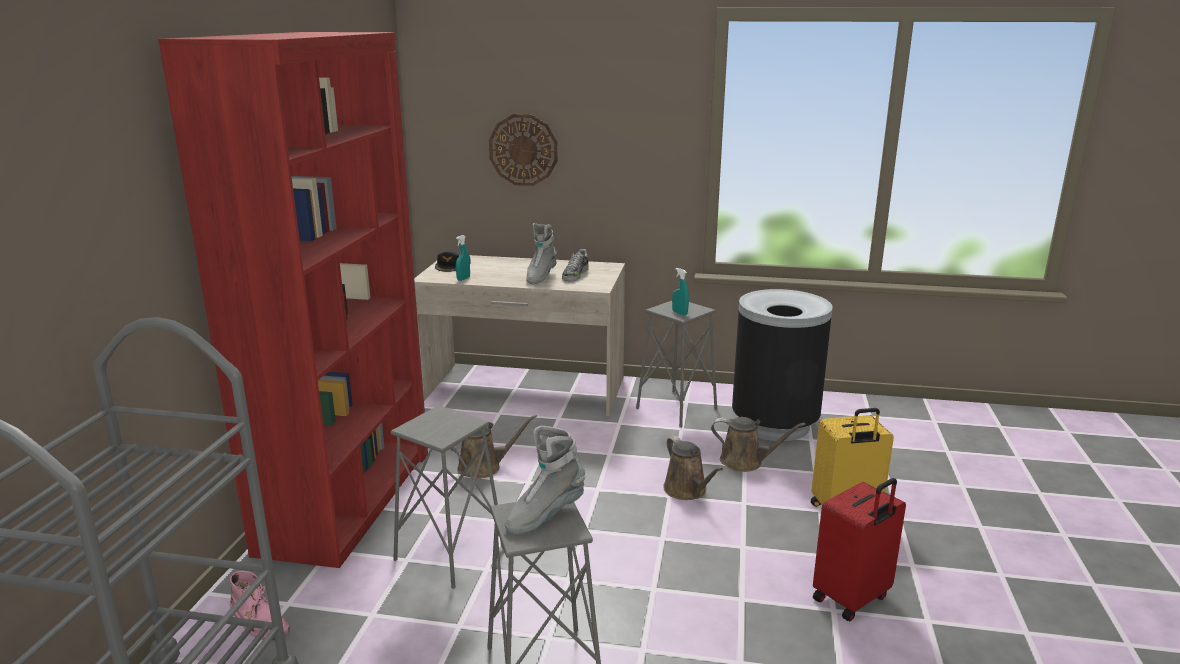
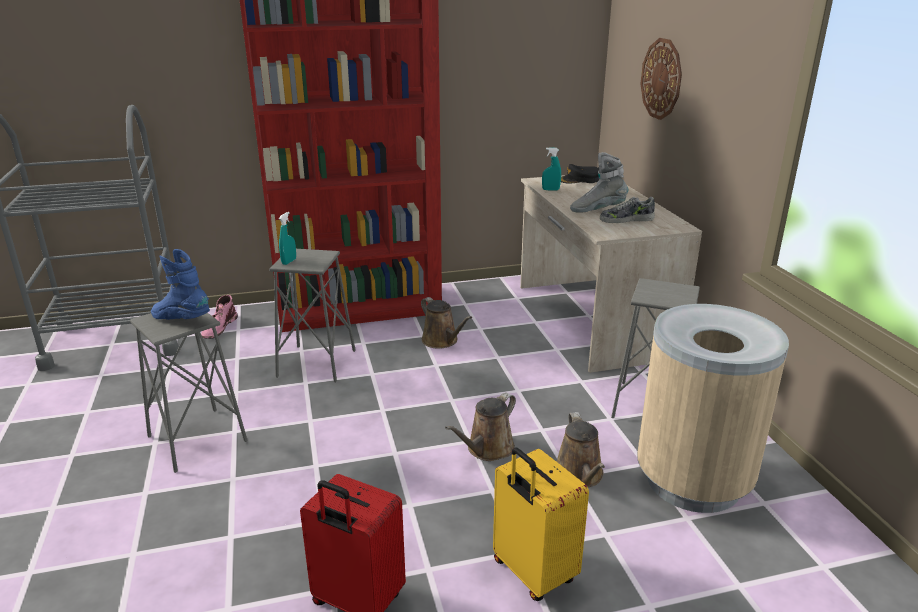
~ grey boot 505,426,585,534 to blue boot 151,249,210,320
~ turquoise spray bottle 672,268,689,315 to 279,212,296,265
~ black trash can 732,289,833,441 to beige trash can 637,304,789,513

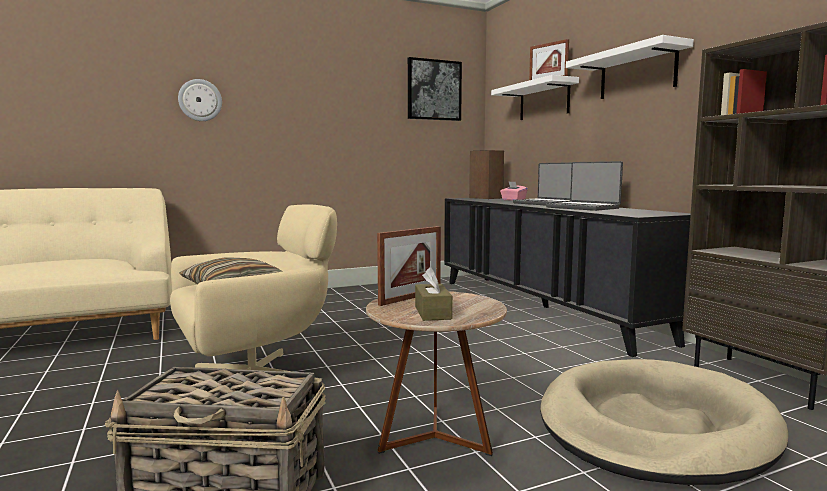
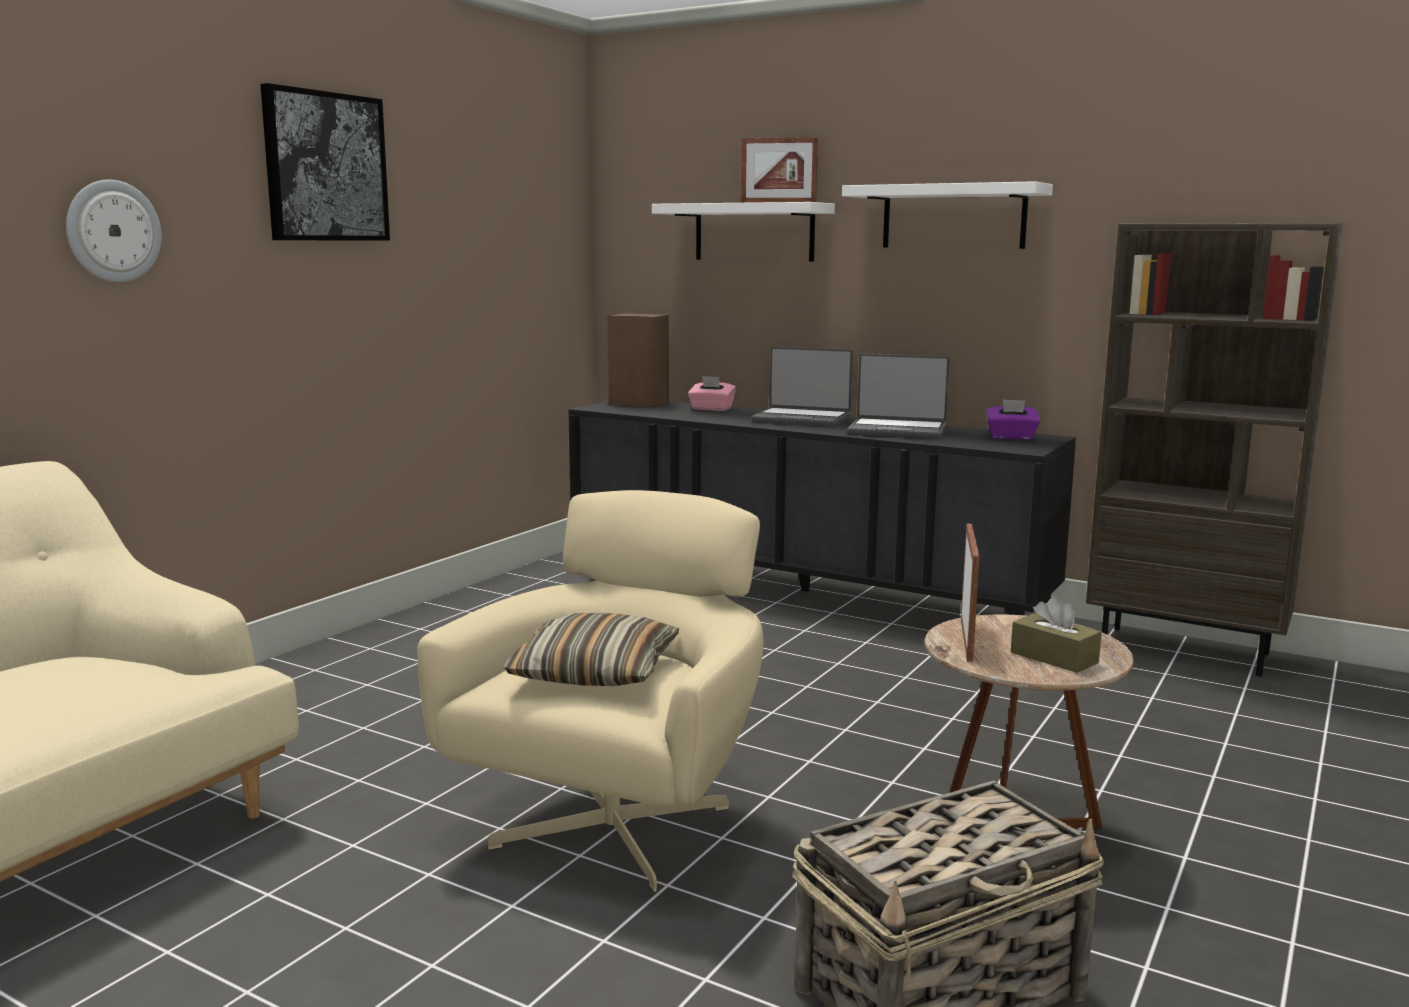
~ picture 408,57,462,121 to 260,83,390,241
- beige dog bed 540,359,789,485
+ purple tissue box 986,399,1040,440

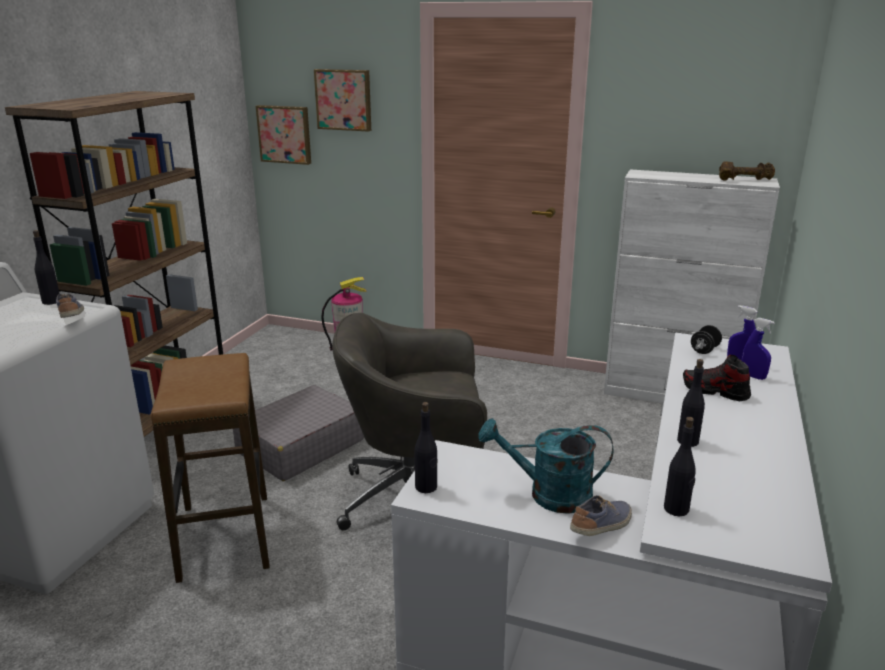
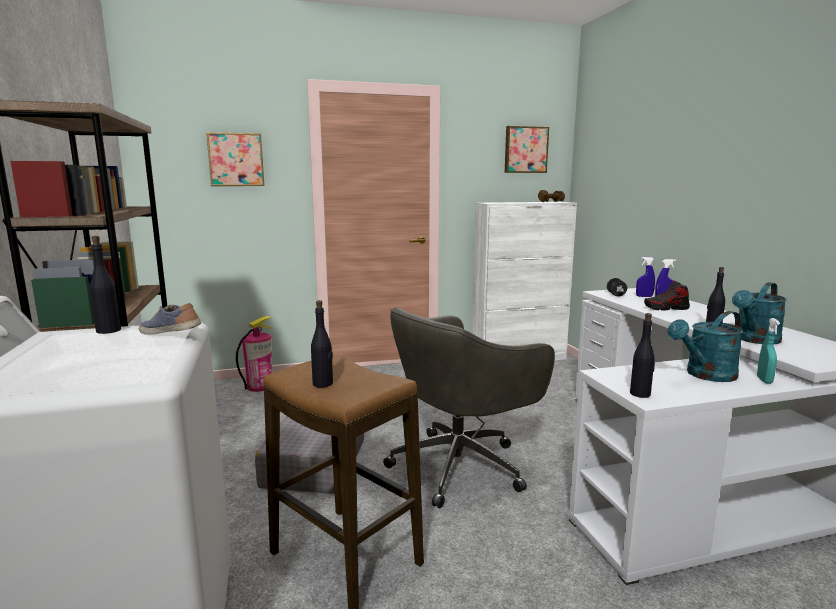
~ picture 256,105,311,165 to 505,126,549,173
~ shoe 570,495,632,536 to turquoise spray bottle 757,318,780,384
~ black bottle 664,417,696,516 to 311,300,333,388
+ turquoise watering can 732,282,787,344

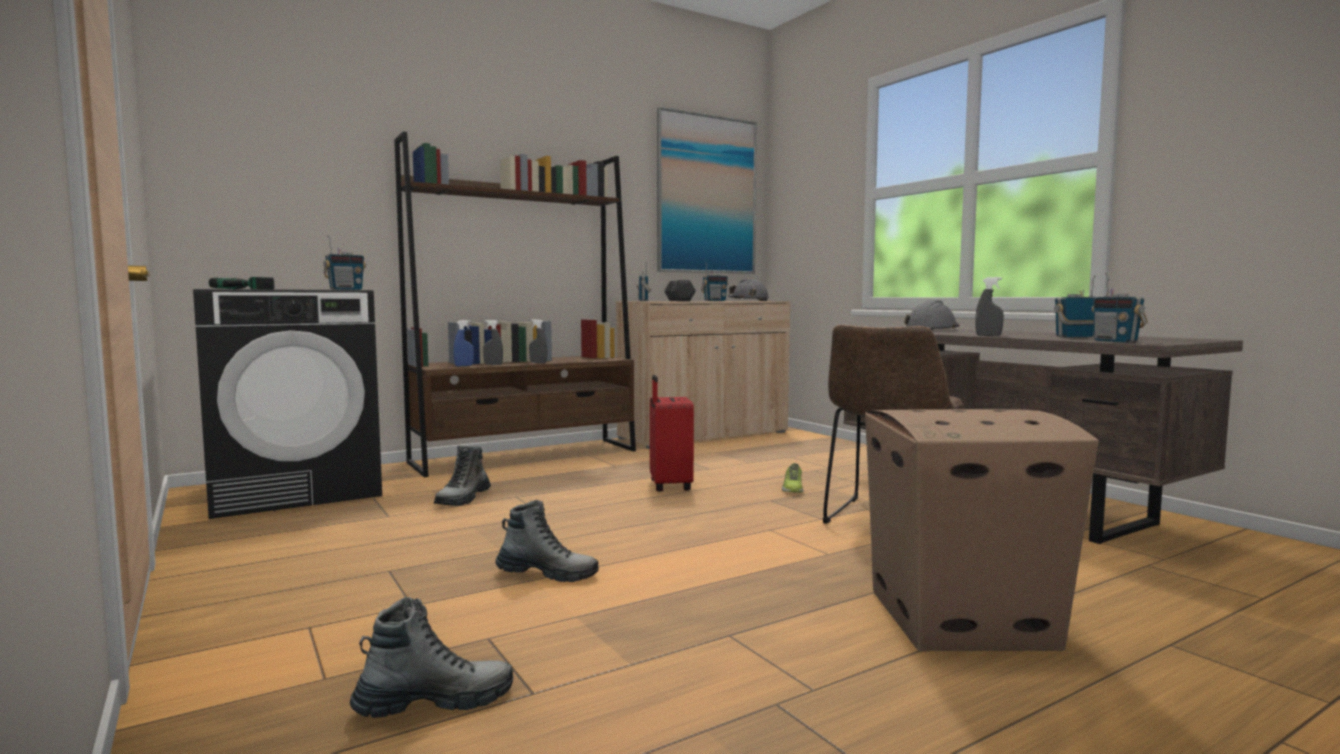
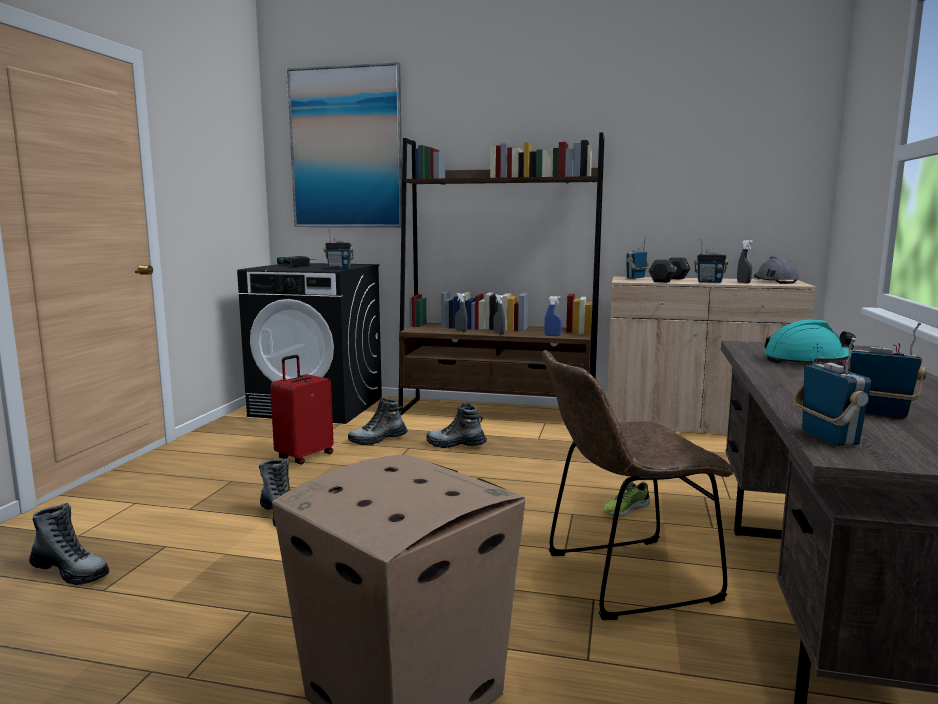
~ blue spray bottle 453,320,474,366 to 544,296,562,336
~ red suitcase 650,375,694,491 to 270,355,334,464
~ picture 657,107,757,274 to 287,62,402,227
~ grey hard hat 904,300,959,331 to turquoise hard hat 764,320,856,364
~ grey spray bottle 975,277,1004,336 to 737,240,752,283
~ radio 1092,273,1148,343 = 793,338,871,446 150 degrees clockwise
+ boot 426,403,487,448

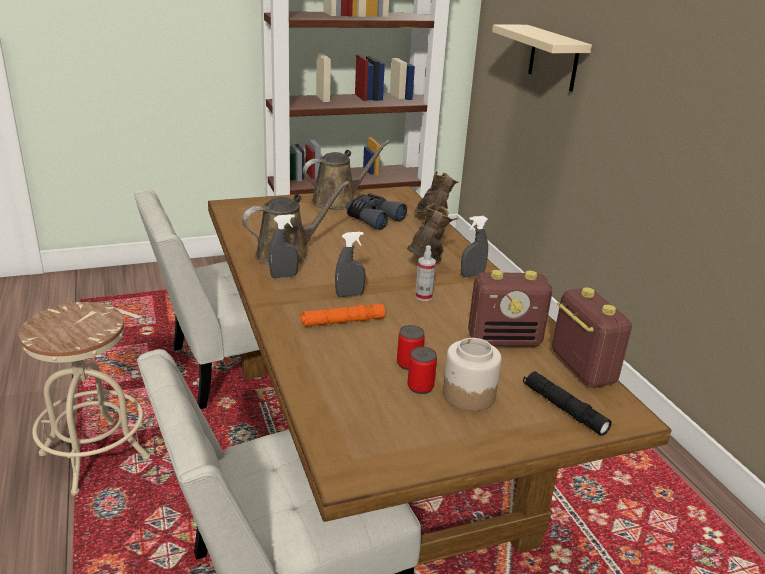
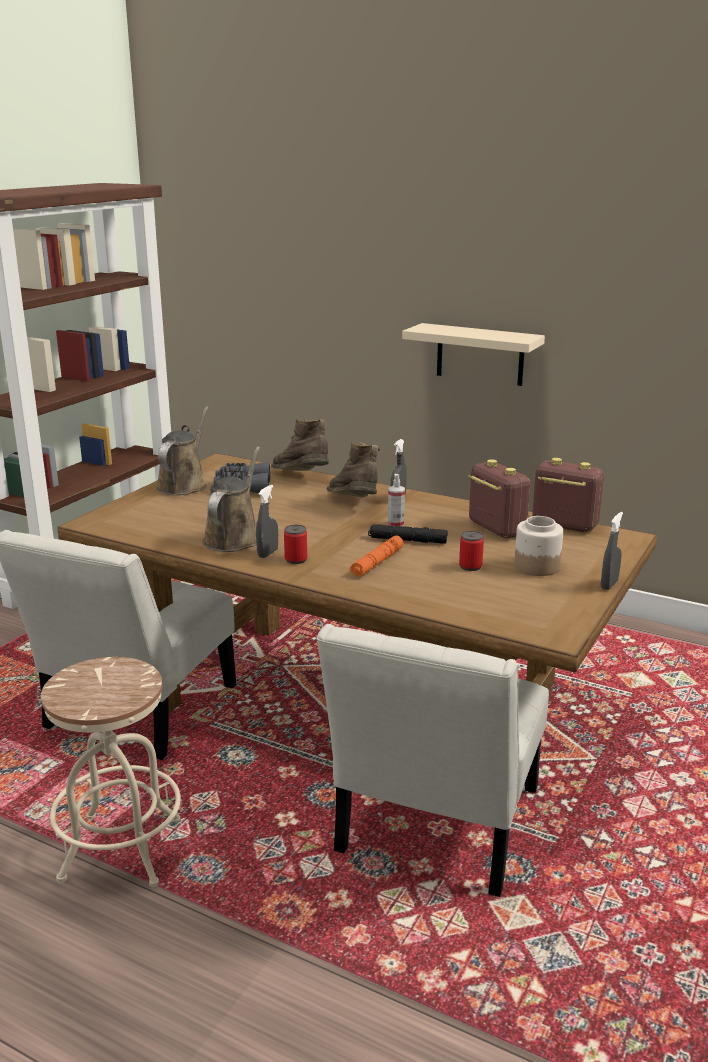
~ grey spray bottle 335,232,366,297 to 601,512,623,590
~ can 407,347,437,394 to 284,525,307,564
~ radio 468,270,552,347 = 468,459,531,539 75 degrees counterclockwise
~ beige shelf 492,25,592,92 to 402,323,545,386
~ black flashlight 523,372,612,436 to 368,524,448,544

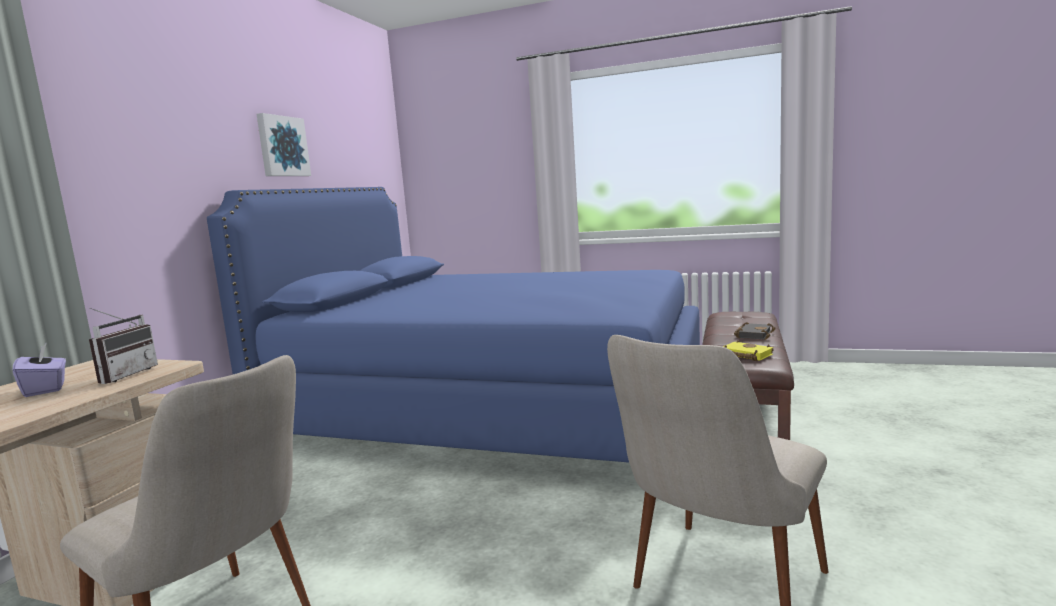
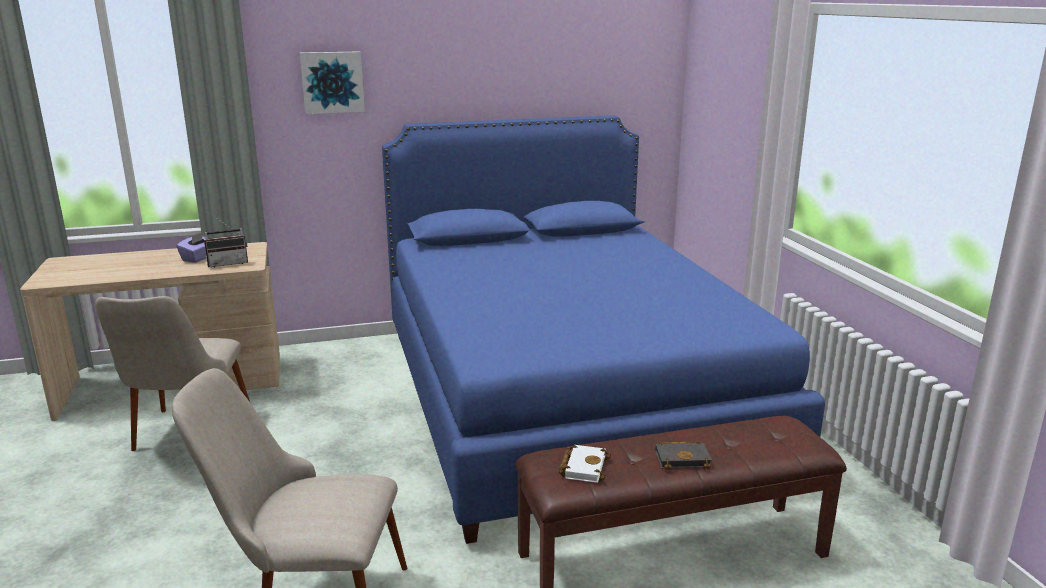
~ picture 257,113,311,176 to 300,51,365,114
~ yellow book 723,340,774,361 to white book 559,445,611,483

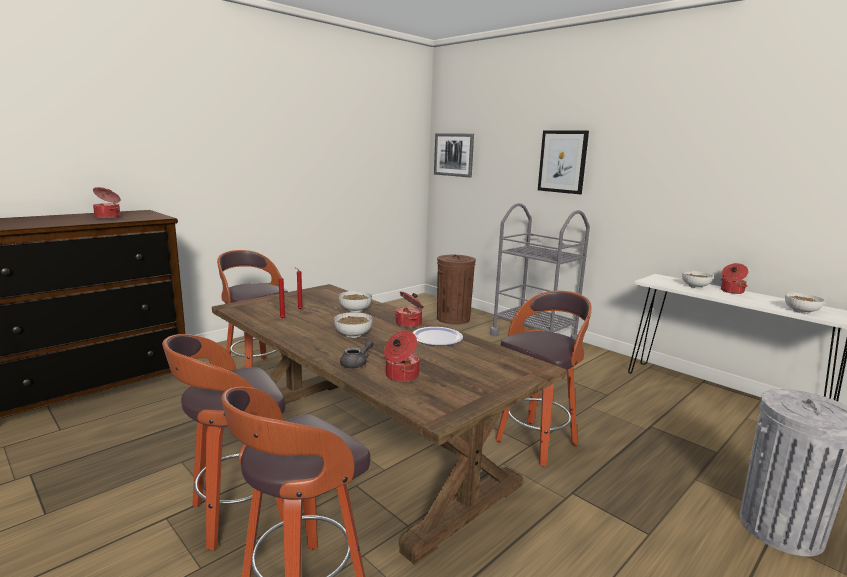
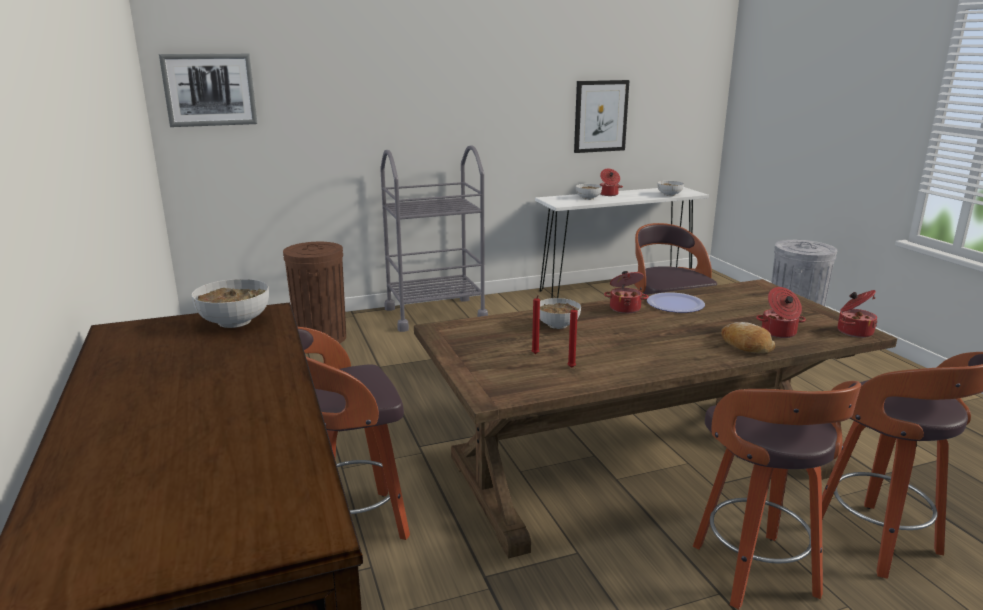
~ cooking pot 93,187,120,219 to 838,290,877,338
~ bowl 334,312,372,338 to 191,279,269,328
~ grey teapot 340,340,374,368 to bread 721,322,775,354
~ picture 538,130,589,194 to 574,80,629,153

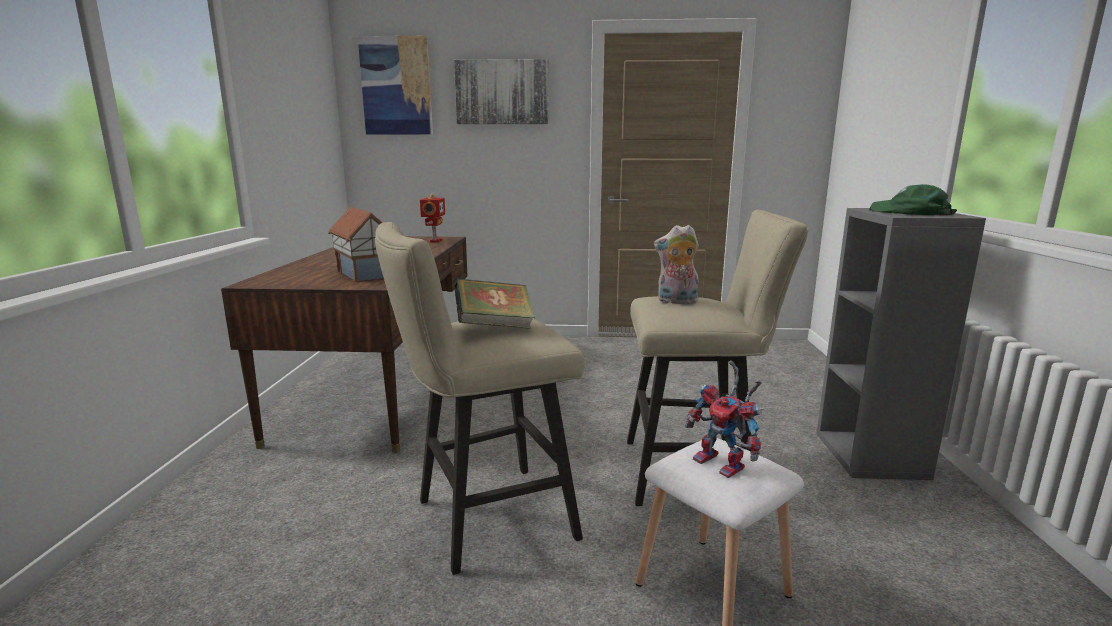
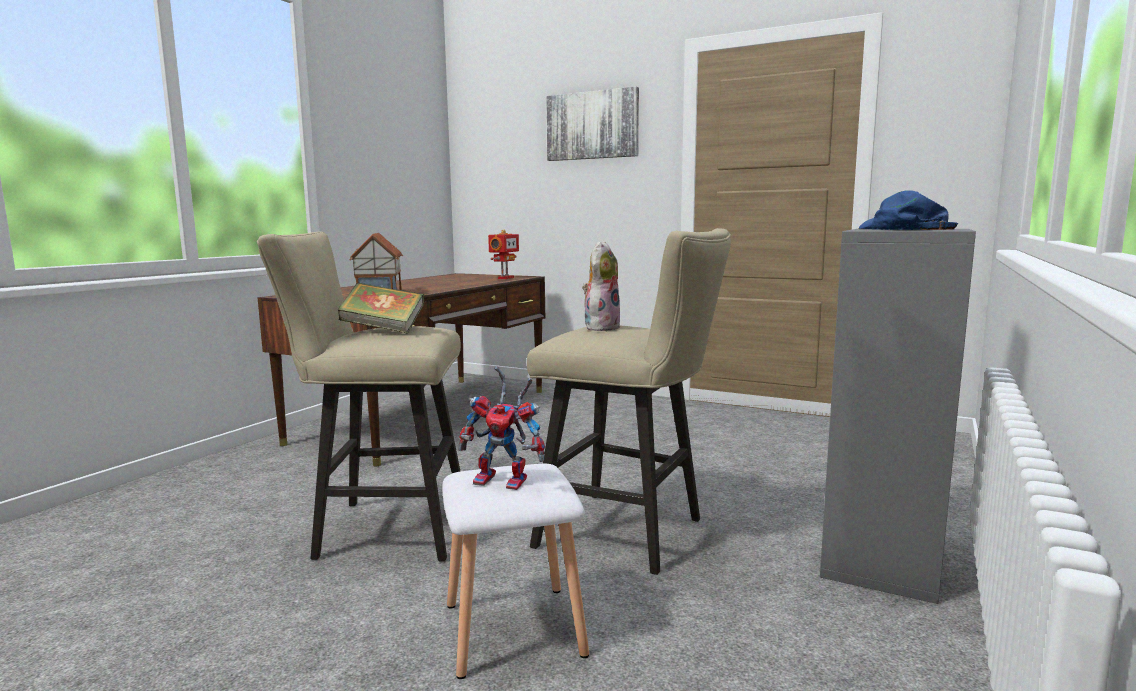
- picture 358,36,433,135
~ plush toy 654,225,699,304 = 582,241,620,331 90 degrees clockwise
~ toy robot 685,360,764,478 = 458,366,545,490 60 degrees counterclockwise
~ green cap 869,184,957,216 to blue cap 859,190,958,230

